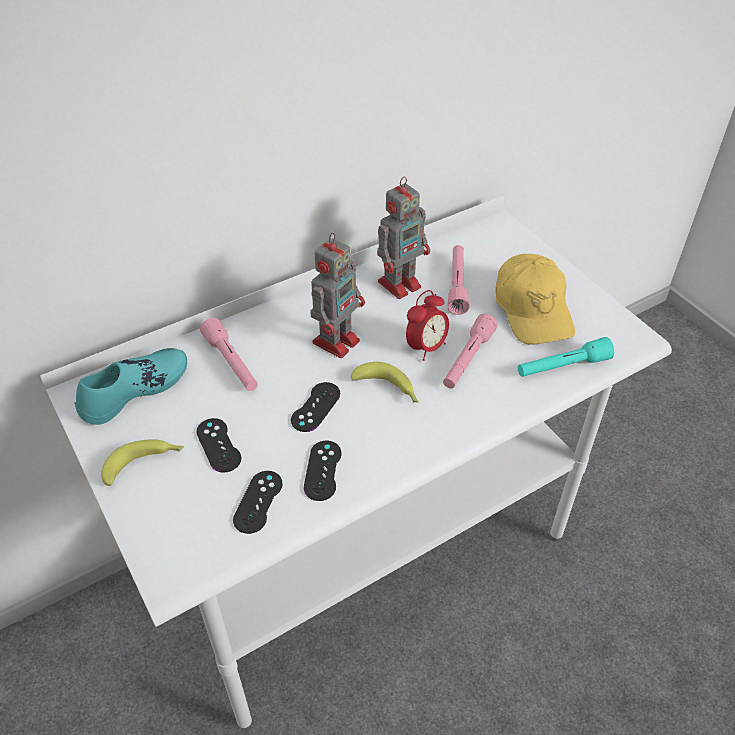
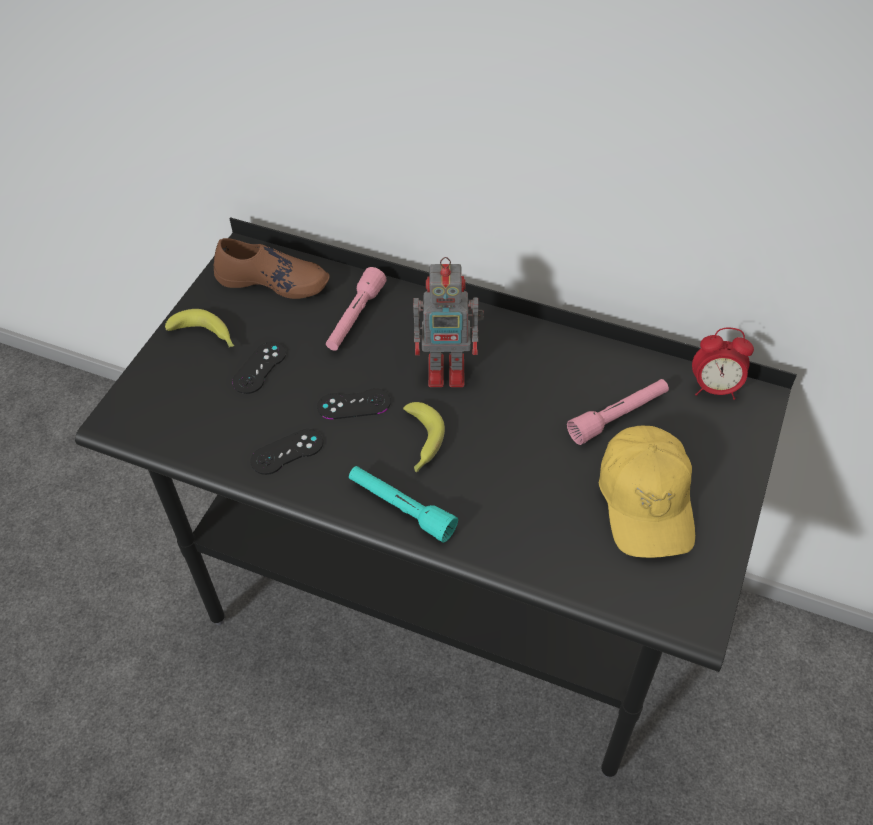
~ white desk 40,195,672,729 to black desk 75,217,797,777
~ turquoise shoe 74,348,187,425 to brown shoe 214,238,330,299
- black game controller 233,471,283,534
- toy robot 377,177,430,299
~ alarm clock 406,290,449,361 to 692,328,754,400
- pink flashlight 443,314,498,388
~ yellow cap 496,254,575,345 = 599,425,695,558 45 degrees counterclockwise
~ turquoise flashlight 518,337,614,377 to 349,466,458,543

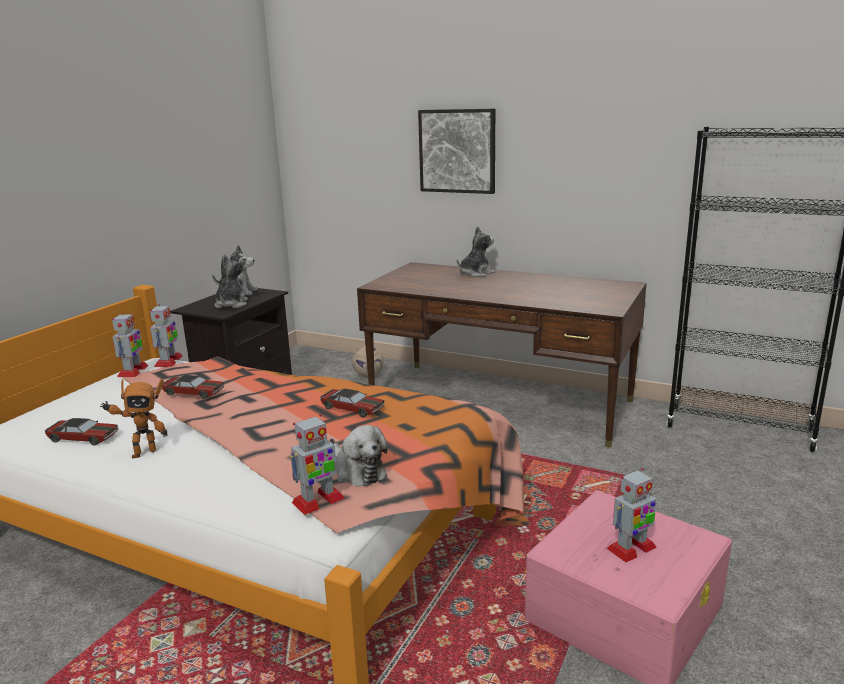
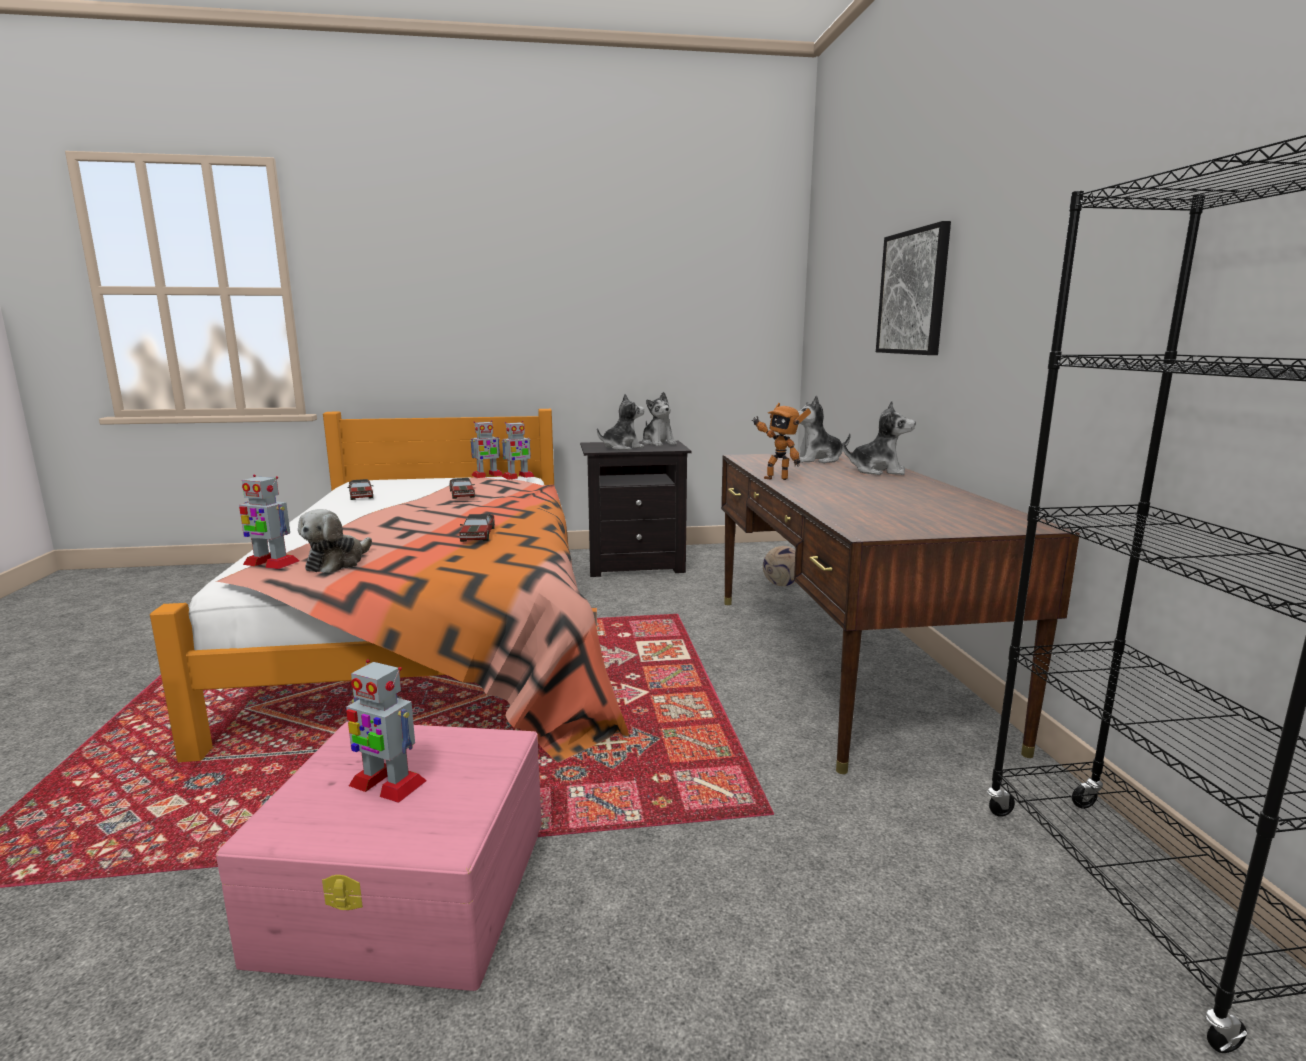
~ toy robot 100,379,168,459 to 752,403,811,480
+ plush toy 798,395,851,463

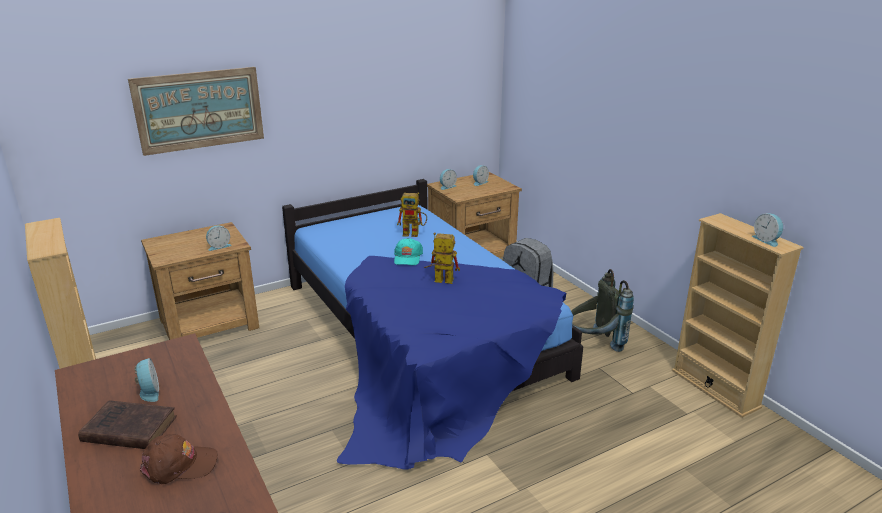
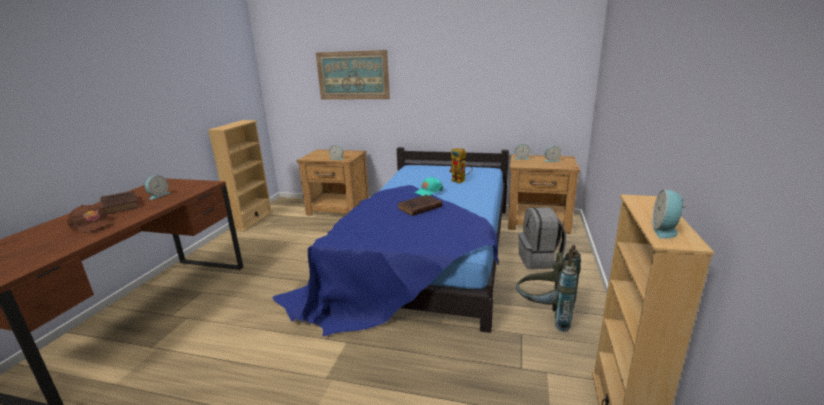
~ toy robot 424,233,460,284 to brown book 397,195,442,216

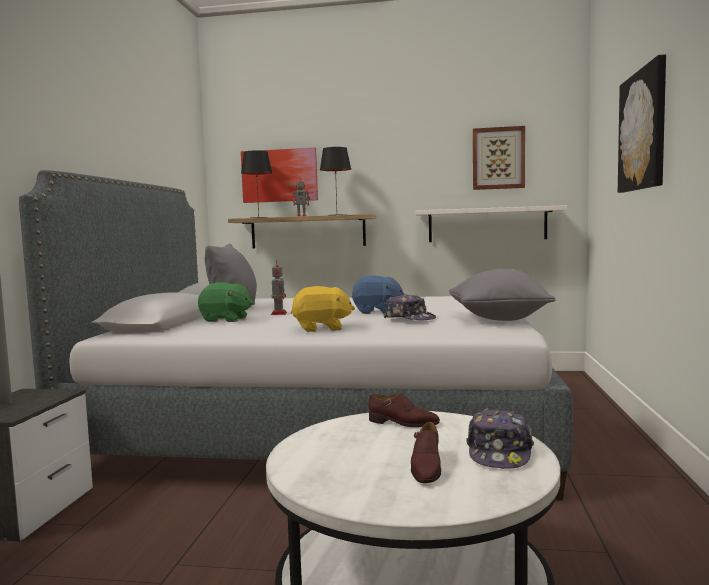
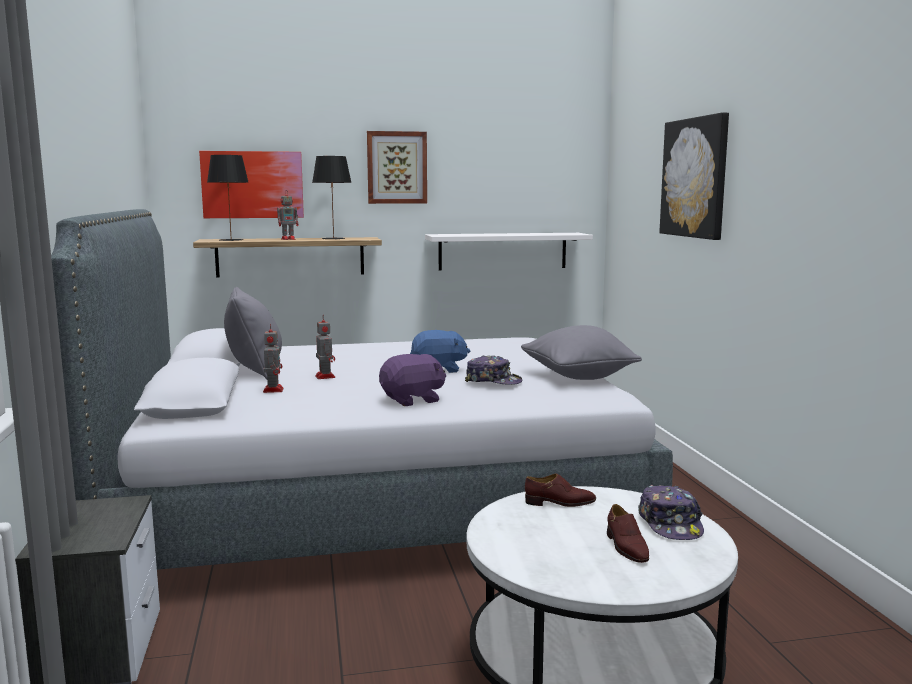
~ green plush toy 198,282,253,322 to toy robot 263,324,284,393
~ yellow plush toy 291,286,355,332 to purple plush toy 379,354,446,406
~ picture 473,126,525,190 to 367,131,427,204

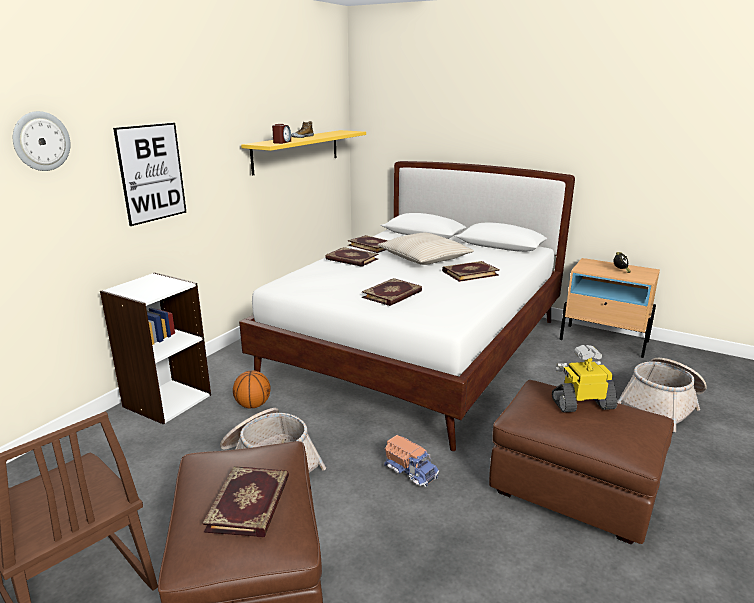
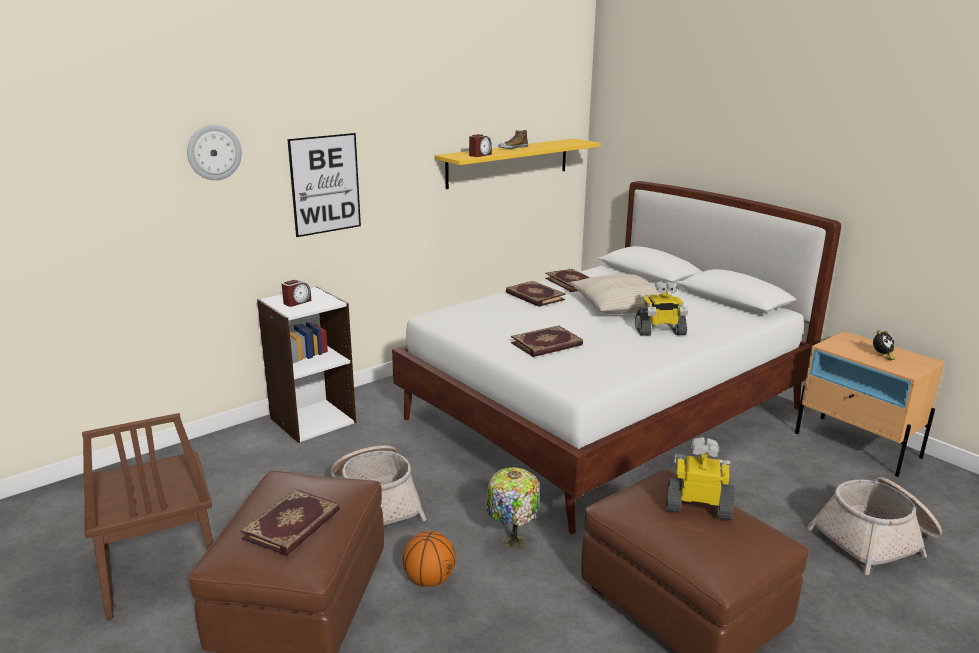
~ basketball 233,371,271,409 to 403,531,456,587
~ toy truck 384,435,439,487 to table lamp 486,467,540,550
~ book 442,261,500,282 to toy robot 635,281,688,336
+ alarm clock 282,280,311,307

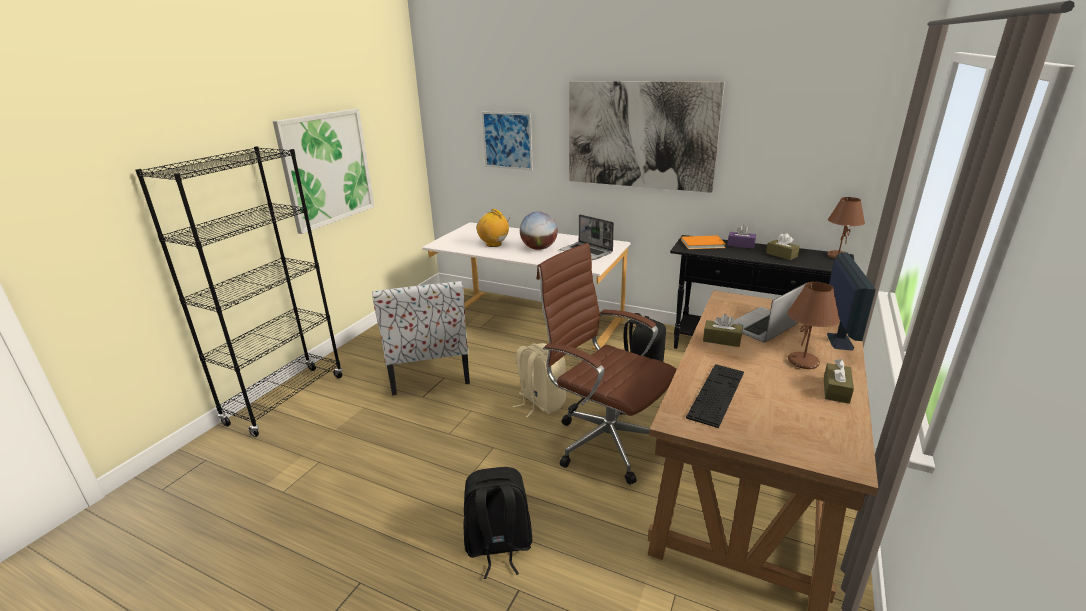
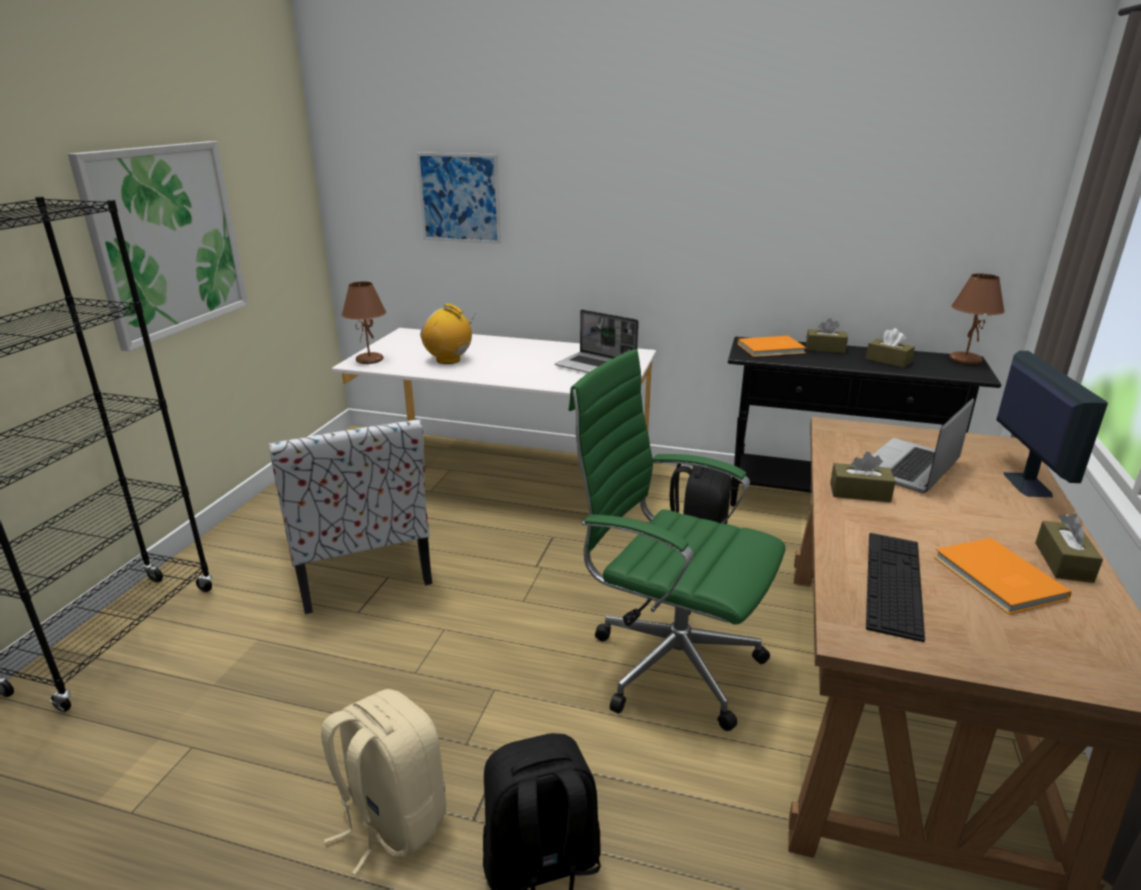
~ beige backpack 513,343,566,417 to 321,689,446,875
- globe 520,211,558,250
~ brown office chair 537,243,677,485 to green office chair 569,349,785,731
- picture 569,81,725,193
~ purple tissue box 727,225,756,249 to brown tissue box 806,318,848,353
~ brown table lamp 788,282,840,369 to 342,281,386,364
+ orange book 934,538,1071,614

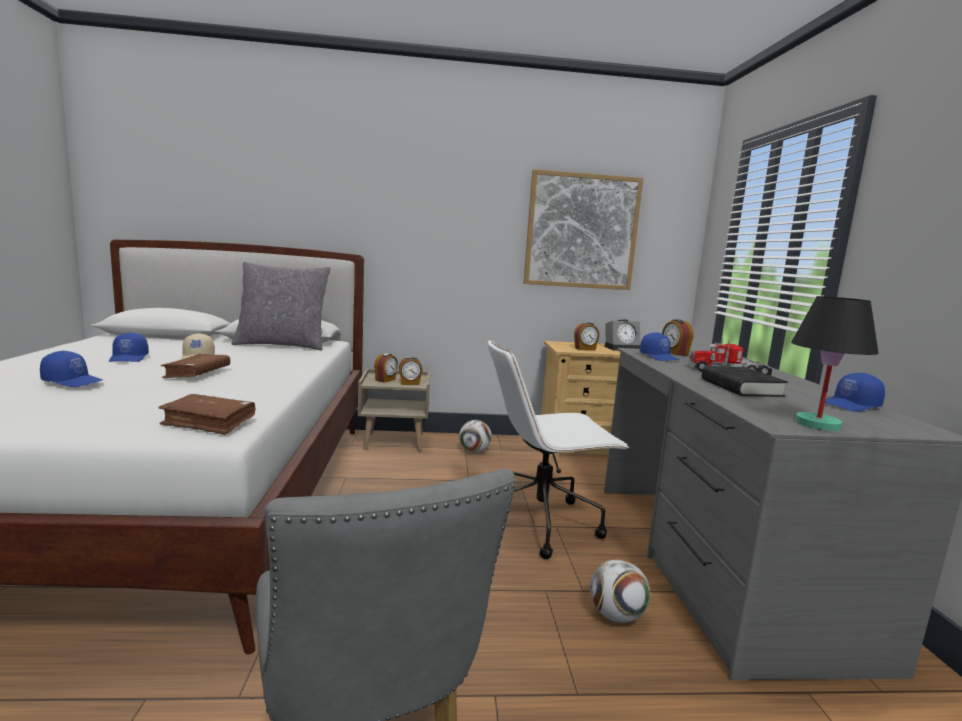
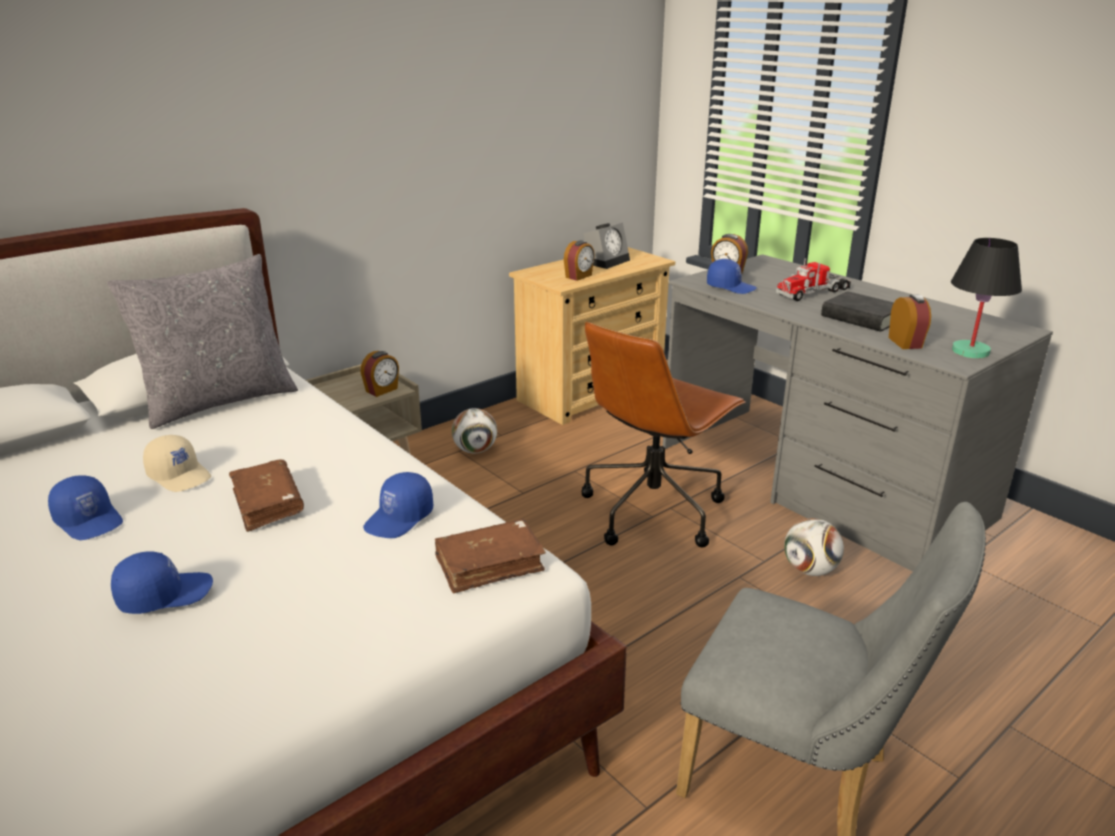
~ alarm clock 374,353,398,383 to 889,294,931,349
~ white office chair 488,339,630,559 to brown office chair 582,322,746,548
- picture 524,169,643,290
~ blue cap 825,373,885,412 to 363,472,433,538

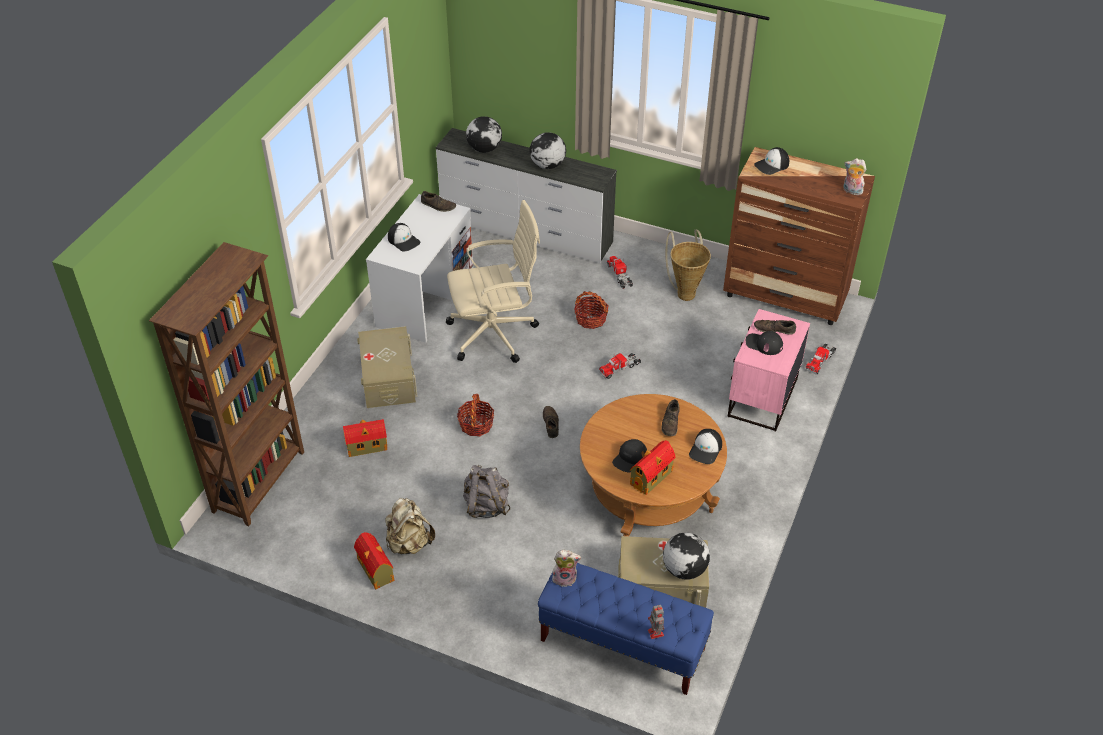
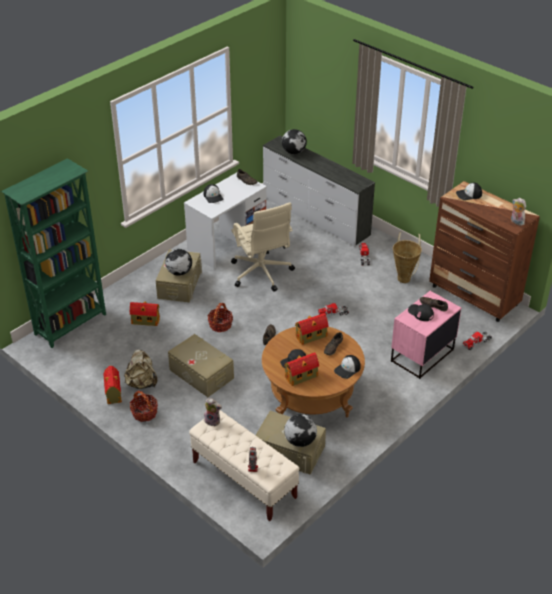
~ brown bookcase 149,242,304,526 to green bookcase 1,158,106,348
~ beige office chair 446,200,540,363 = 231,202,295,291 60 degrees clockwise
~ grey backpack 463,465,510,518 to beige storage box 168,334,234,397
~ globe 529,132,566,169 to 165,249,192,276
~ blue bench 538,563,714,695 to beige bench 189,410,300,521
~ basket 574,291,609,329 to 130,390,158,422
+ toy house 295,313,328,345

